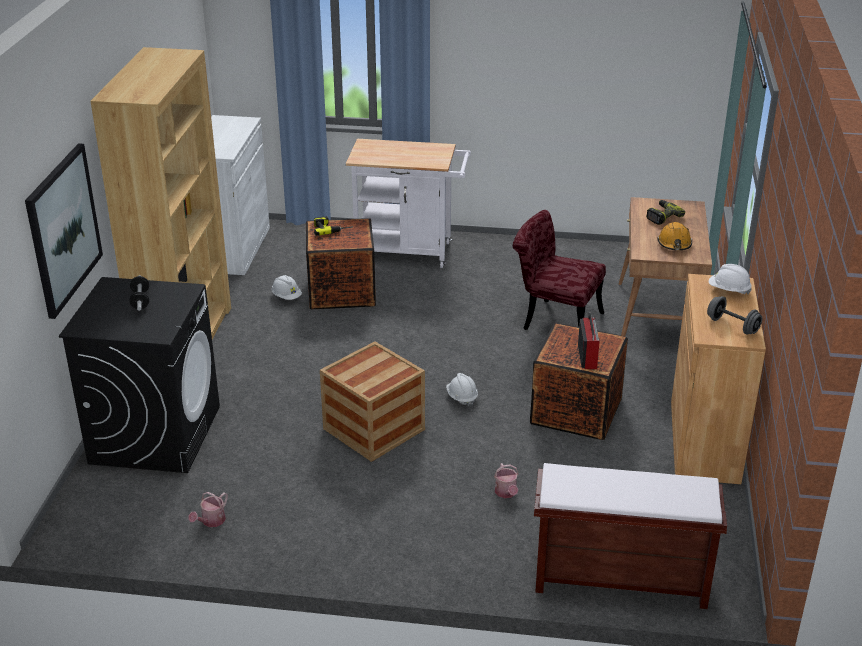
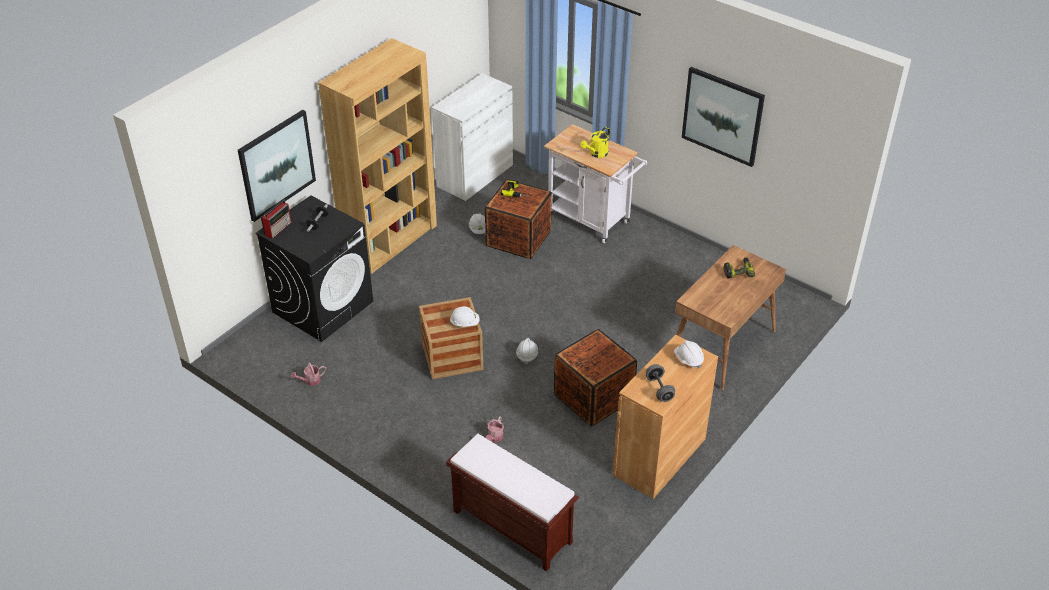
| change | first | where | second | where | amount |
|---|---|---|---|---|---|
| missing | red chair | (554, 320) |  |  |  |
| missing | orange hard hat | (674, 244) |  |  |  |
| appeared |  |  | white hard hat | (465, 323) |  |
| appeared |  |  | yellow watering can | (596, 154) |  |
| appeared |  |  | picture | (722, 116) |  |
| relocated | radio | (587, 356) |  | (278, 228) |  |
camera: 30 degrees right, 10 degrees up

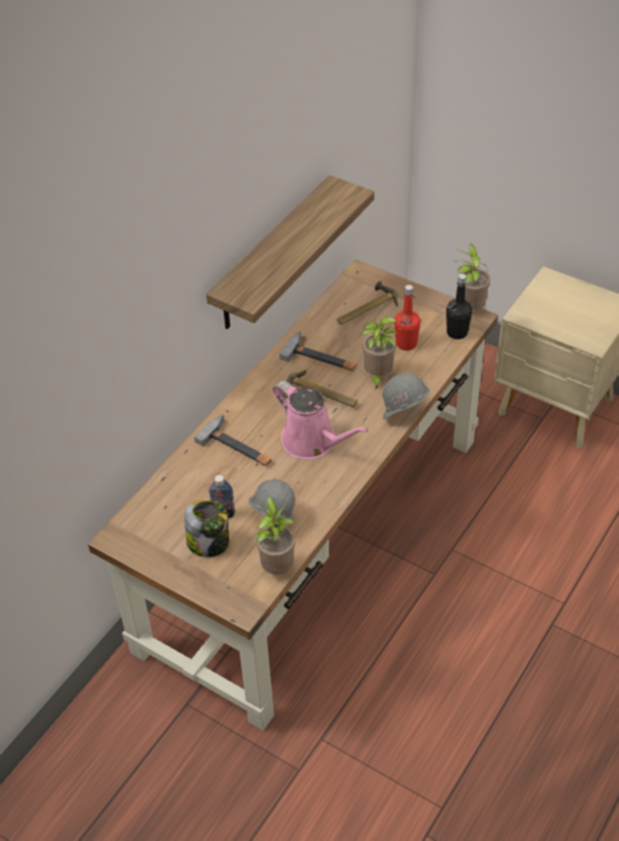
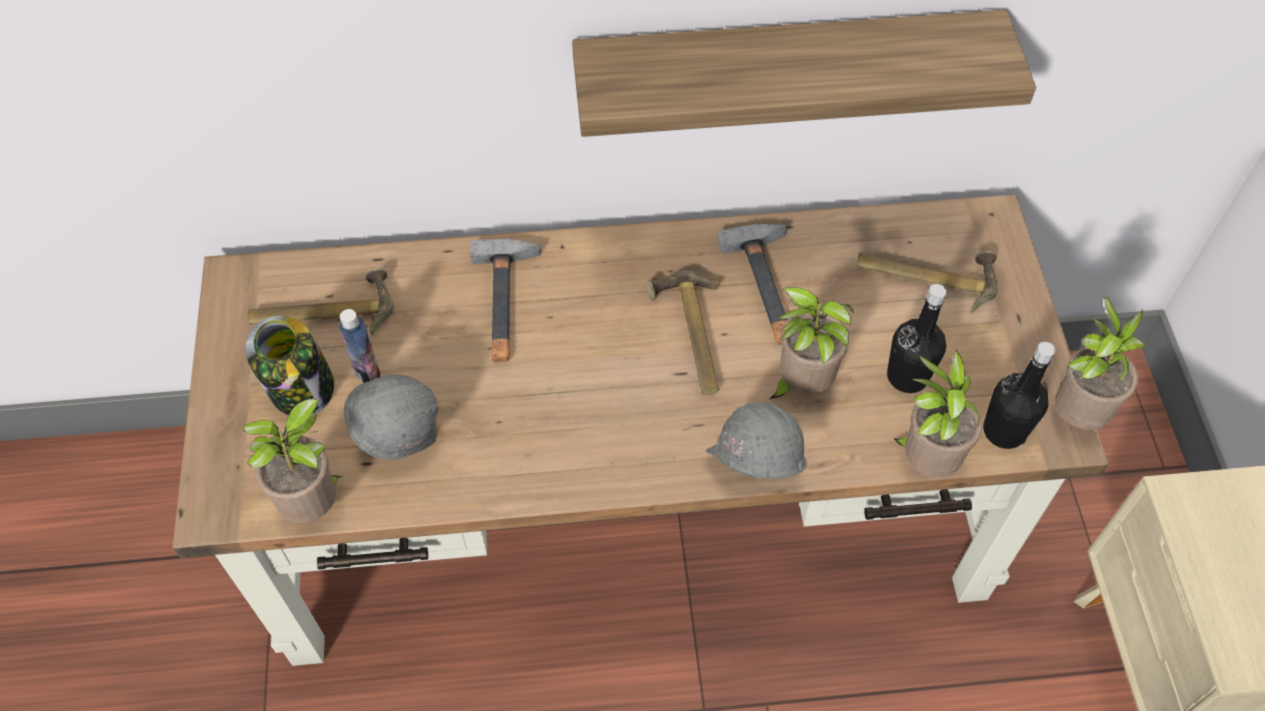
| change | first | where | second | where | amount |
|---|---|---|---|---|---|
| missing | pink watering can | (313, 441) |  |  |  |
| appeared |  |  | hammer | (323, 311) |  |
| appeared |  |  | potted plant | (925, 460) |  |
| colour | red bottle | (406, 343) | black bottle | (907, 376) |  |
camera: 50 degrees right, 10 degrees up

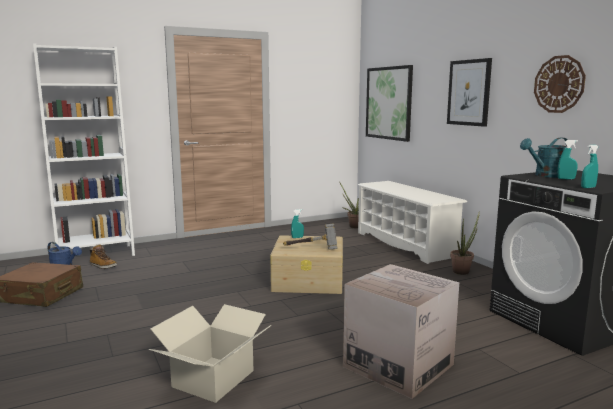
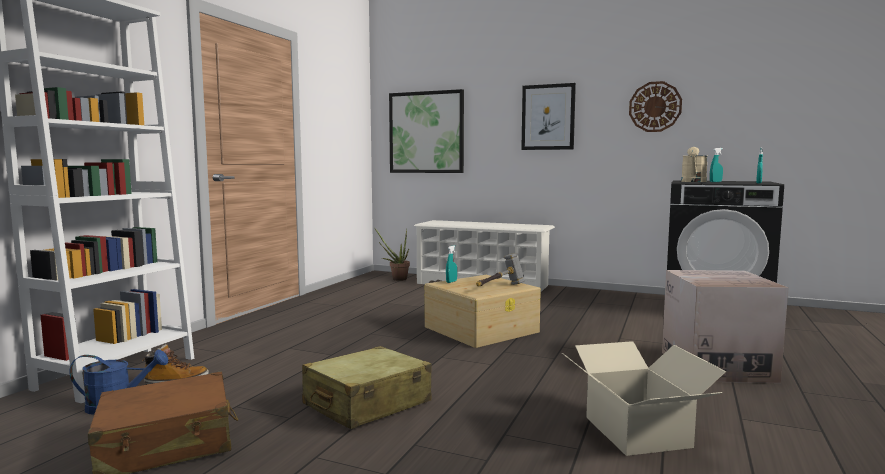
| change | first | where | second | where | amount |
|---|---|---|---|---|---|
| missing | potted plant | (462, 271) |  |  |  |
| appeared |  |  | beige suitcase | (367, 404) |  |
| colour | turquoise watering can | (545, 175) | beige watering can | (693, 181) |  |
camera: 40 degrees left, 5 degrees down

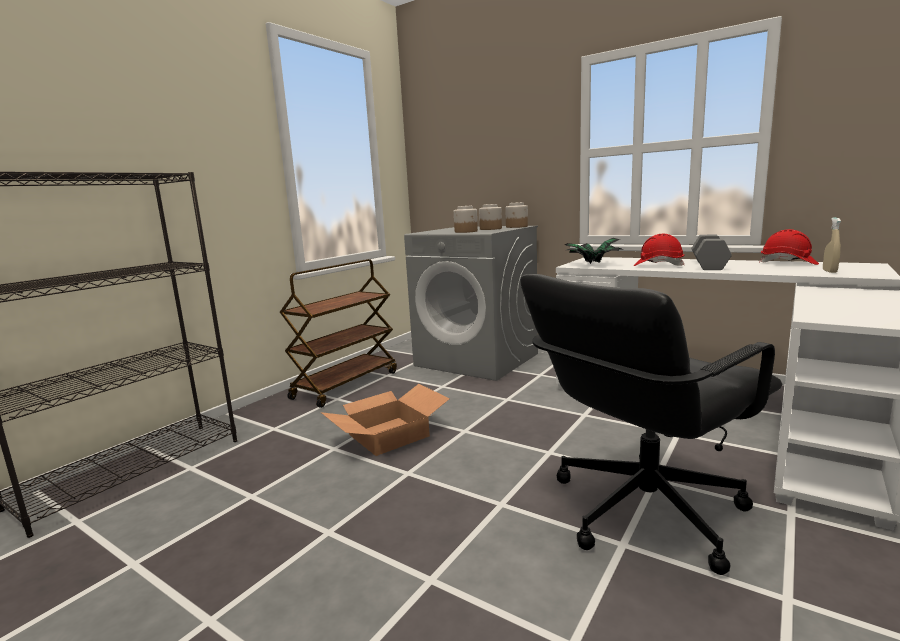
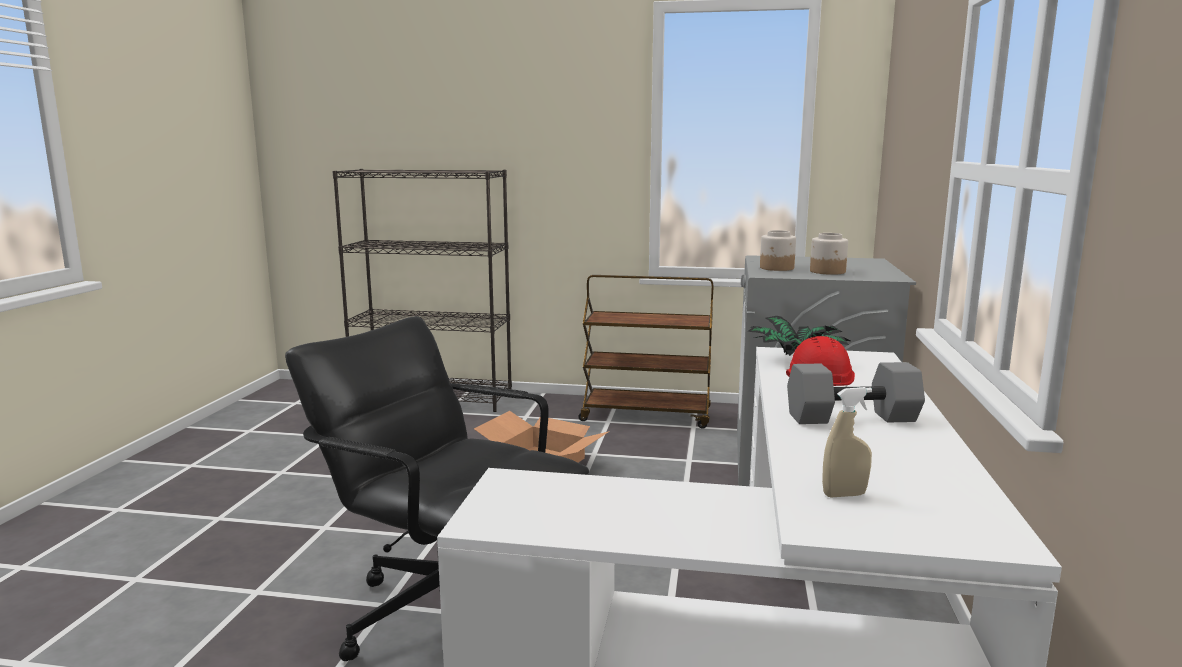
| change | first | where | second | where | amount |
|---|---|---|---|---|---|
| missing | jar | (517, 227) |  |  |  |
| missing | red hard hat | (788, 263) |  |  |  |
camera: 65 degrees right, 0 degrees up

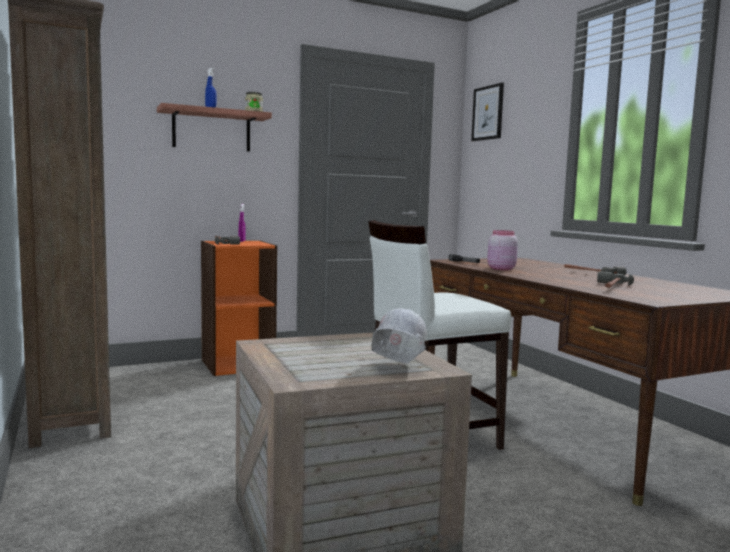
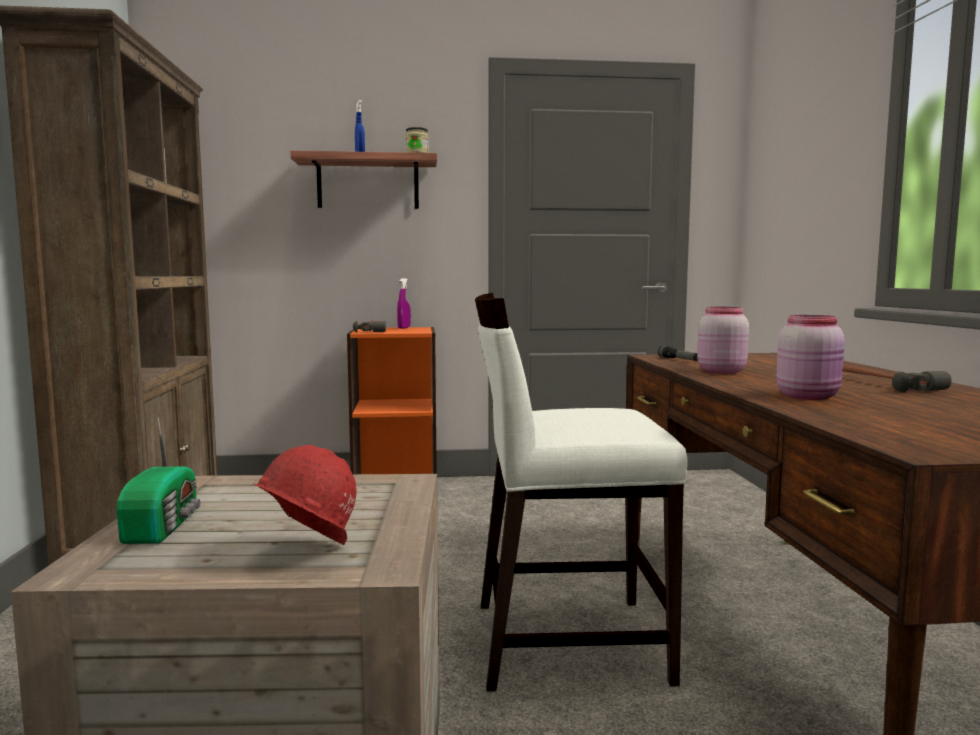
| change | first | where | second | where | amount |
|---|---|---|---|---|---|
| missing | picture | (488, 113) |  |  |  |
| missing | hammer | (610, 287) |  |  |  |
| appeared |  |  | radio | (165, 525) |  |
| appeared |  |  | pink jar | (809, 396) |  |
| colour | white hard hat | (396, 368) | red hard hat | (305, 555) |  |
camera: 20 degrees right, 0 degrees up

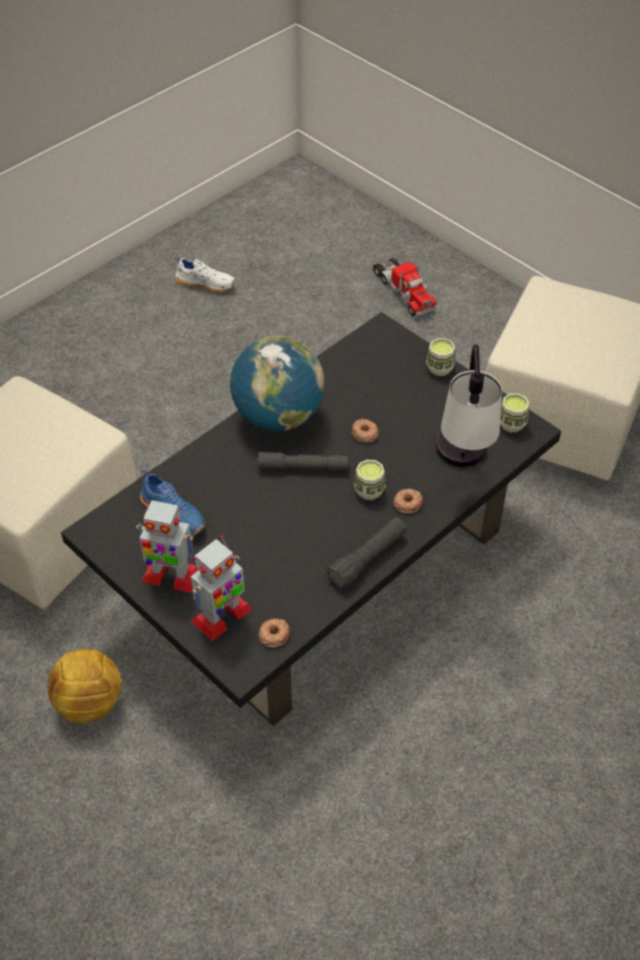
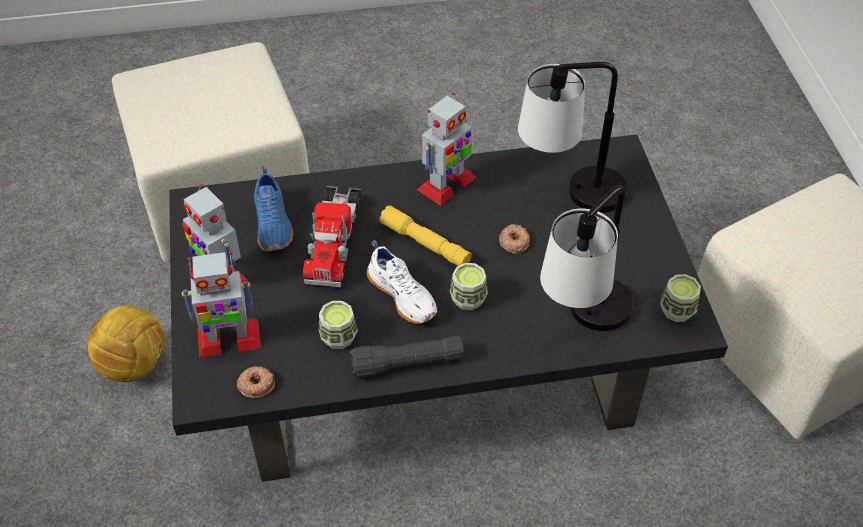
| change | first | where | second | where | amount |
|---|---|---|---|---|---|
| missing | donut | (407, 503) |  |  |  |
| appeared |  |  | table lamp | (570, 196) |  |
| relocated | white shoe | (206, 283) |  | (403, 295) |  |
| relocated | toy truck | (403, 291) |  | (333, 241) |  |
| relocated | cup | (439, 368) |  | (339, 337) |  |
| exchanged | globe | (278, 416) | toy robot | (446, 184) |  |
| colour | grey flashlight | (303, 467) | yellow flashlight | (425, 243) |  |
camera: 35 degrees right, 0 degrees up

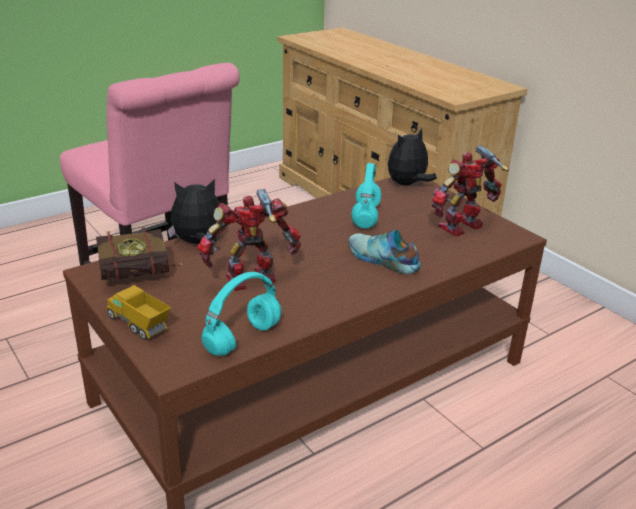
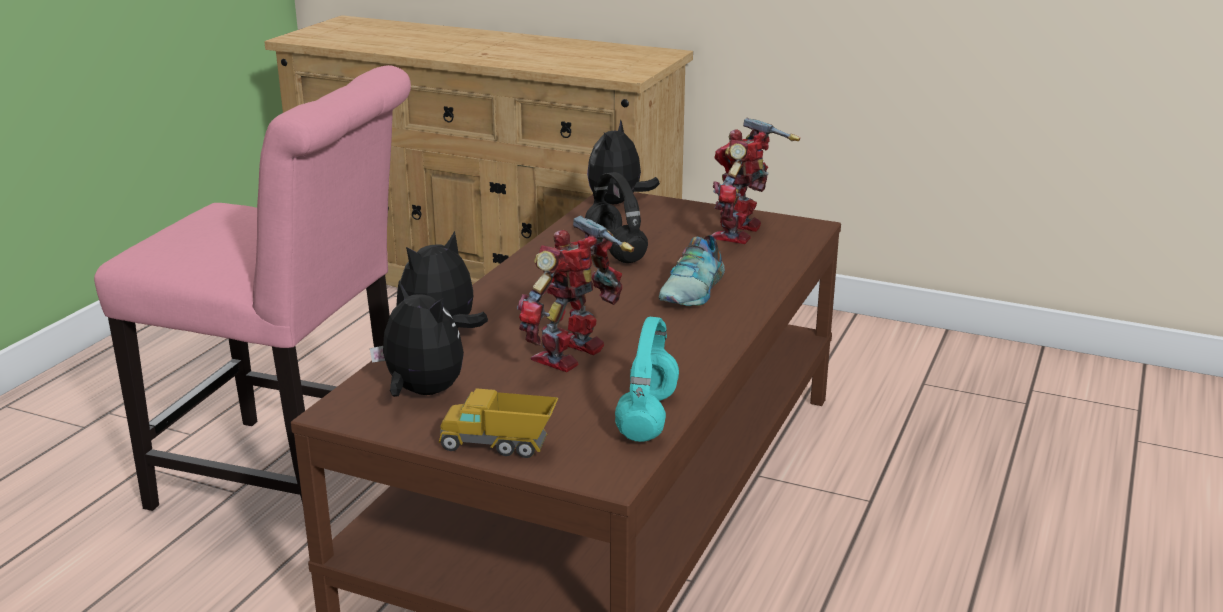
| change | first | where | second | where | amount |
|---|---|---|---|---|---|
| exchanged | book | (143, 276) | plush toy | (421, 392) |  |
| colour | turquoise headphones | (365, 216) | black headphones | (614, 250) |  |
| spun | shoe | (382, 259) |  | (695, 290) | 75 degrees counterclockwise |
camera: 30 degrees left, 5 degrees down

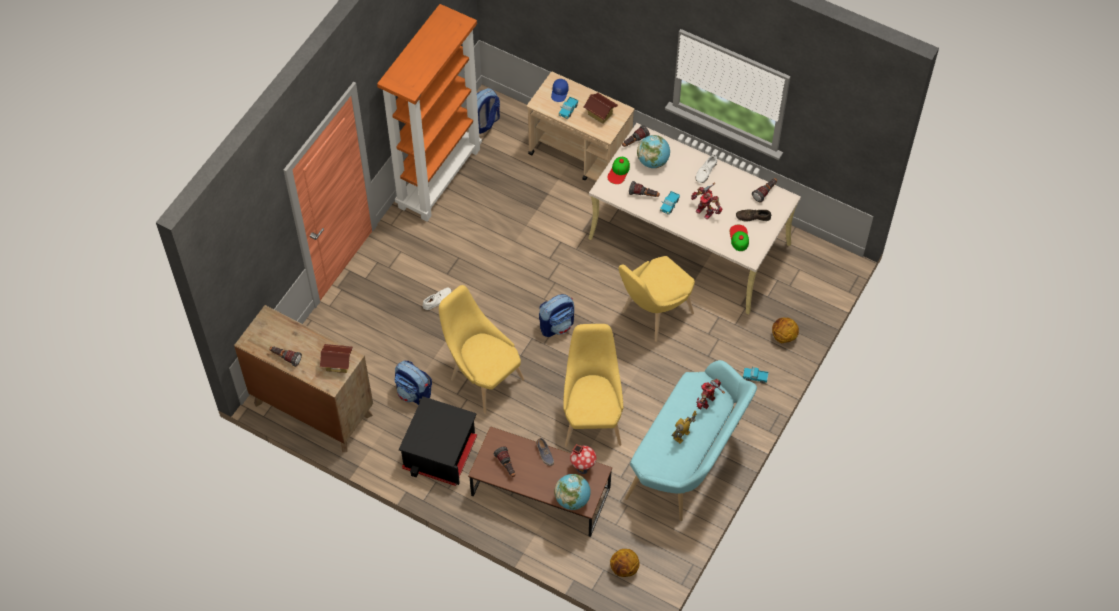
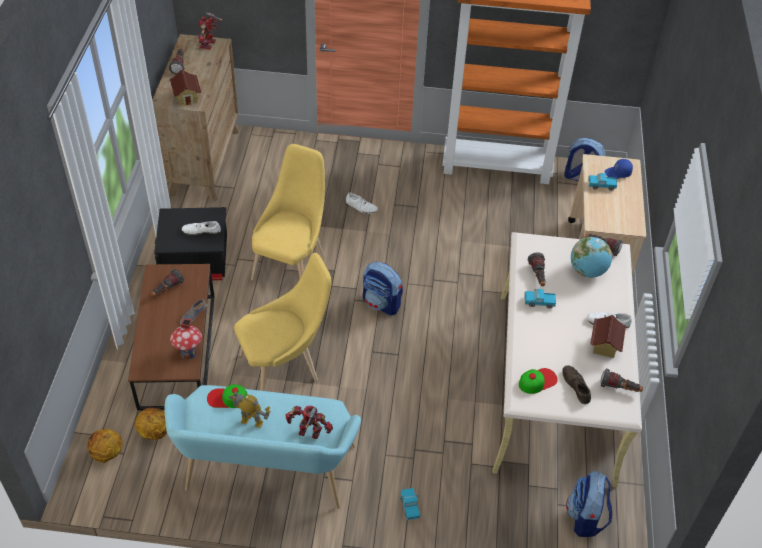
| change | first | where | second | where | amount |
|---|---|---|---|---|---|
| missing | globe | (572, 499) |  |  |  |
| missing | yellow chair | (653, 315) |  |  |  |
| appeared |  |  | white shoe | (201, 231) |  |
| relocated | backpack | (414, 393) |  | (585, 518) |  |
| relocated | toy house | (600, 114) |  | (604, 346) |  |
| relocated | cap | (619, 172) |  | (227, 398) |  |
| relocated | toy robot | (705, 211) |  | (209, 44) |  |
| relocated | basketball | (783, 337) |  | (154, 432) |  |
camera: 65 degrees right, 10 degrees down

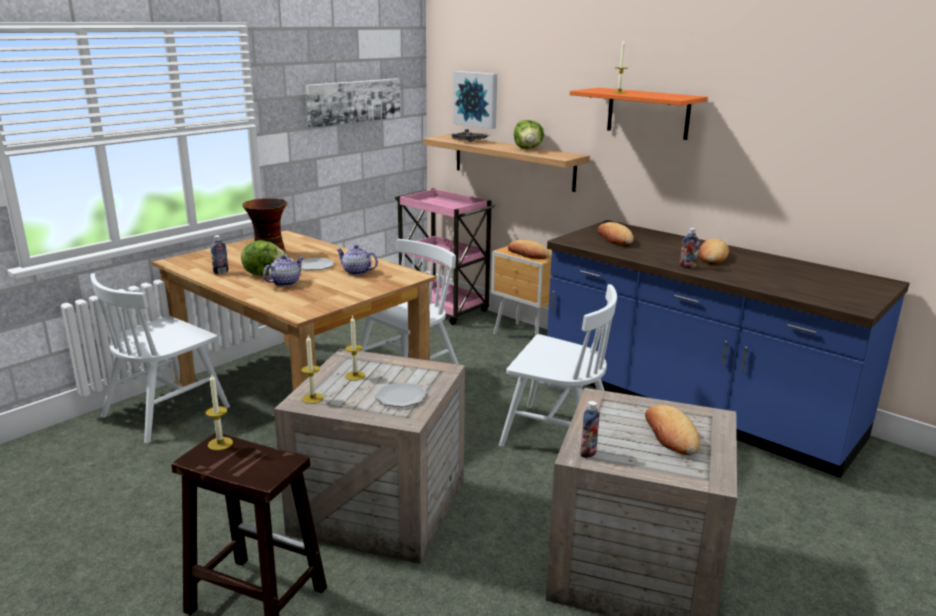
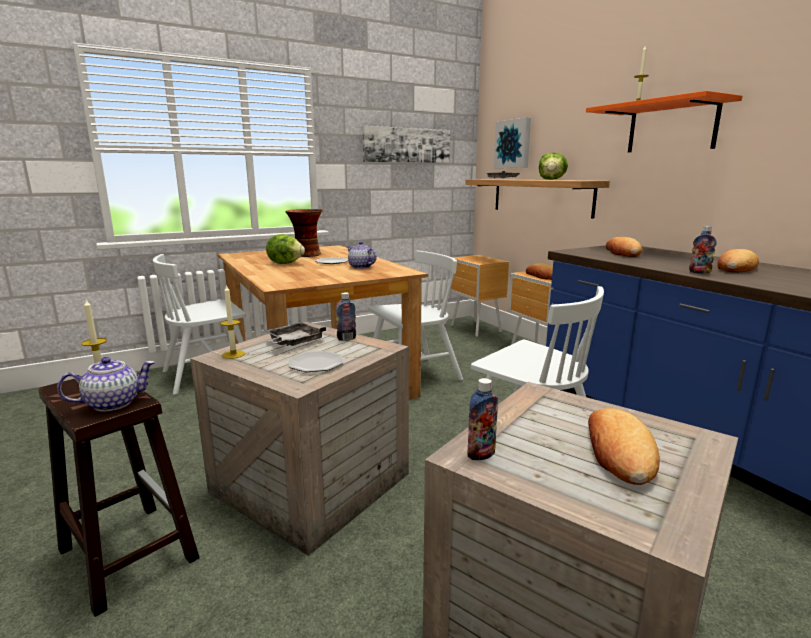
| change | first | where | second | where | amount |
|---|---|---|---|---|---|
| relocated | bottle | (221, 272) |  | (346, 338) |  |
| relocated | teapot | (285, 283) |  | (114, 403) |  |
| exchanged | candle | (355, 376) | grey tray | (293, 342) |  |
| exchanged | pink cart | (444, 309) | brown nightstand | (476, 329) |  |
camera: 20 degrees right, 5 degrees down

